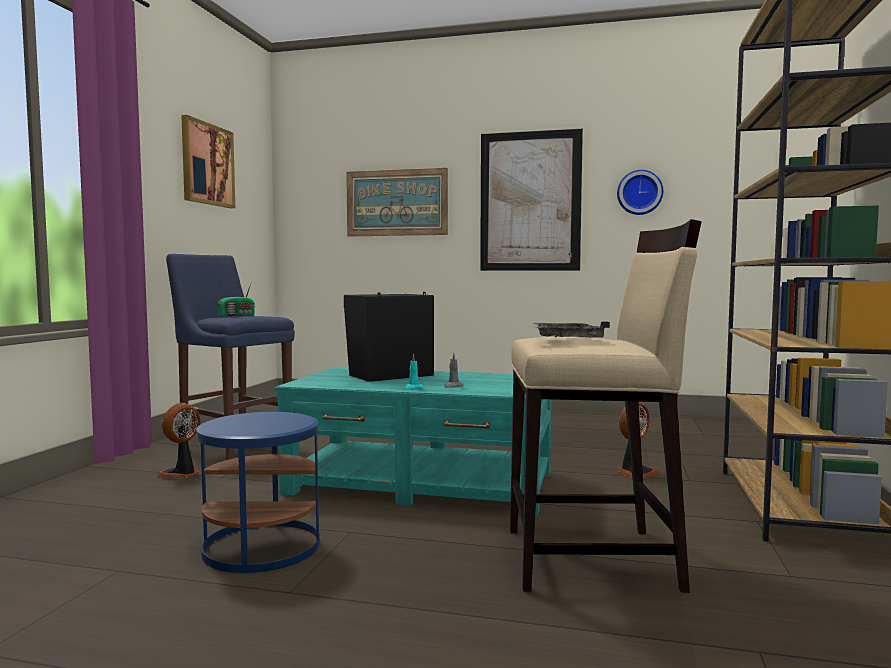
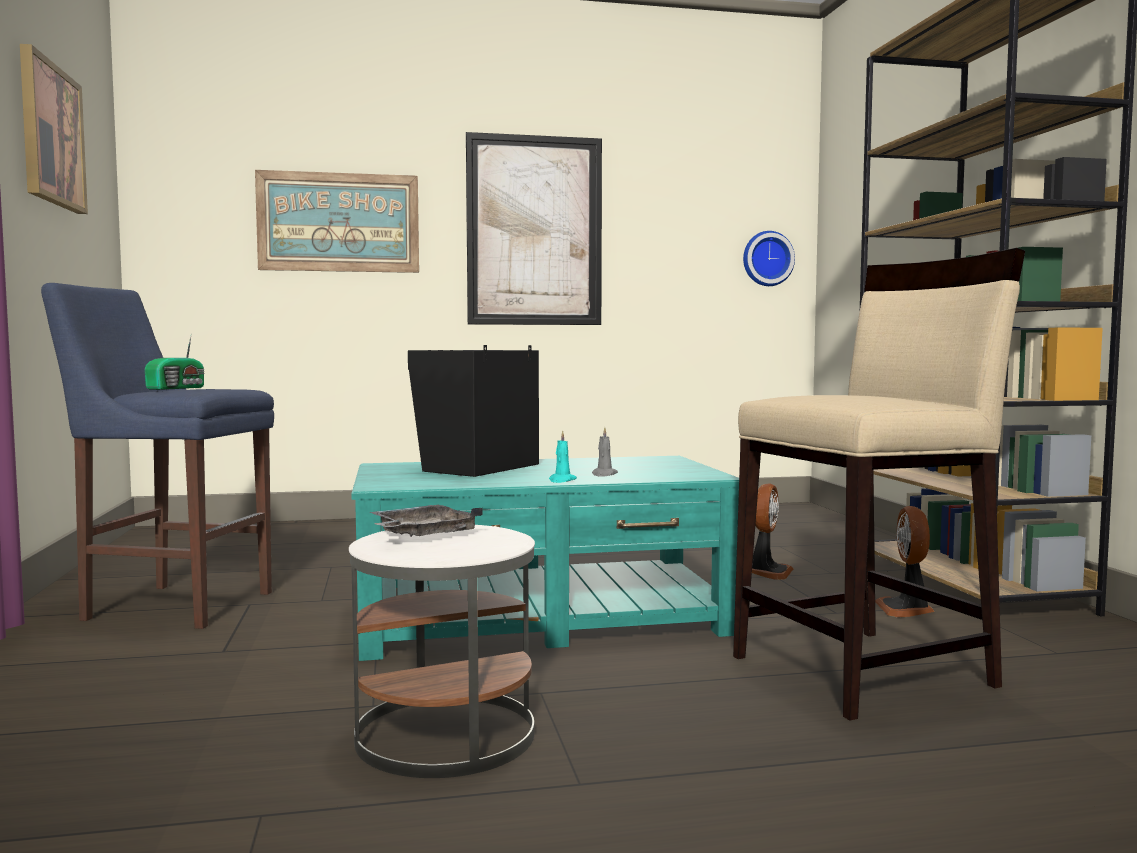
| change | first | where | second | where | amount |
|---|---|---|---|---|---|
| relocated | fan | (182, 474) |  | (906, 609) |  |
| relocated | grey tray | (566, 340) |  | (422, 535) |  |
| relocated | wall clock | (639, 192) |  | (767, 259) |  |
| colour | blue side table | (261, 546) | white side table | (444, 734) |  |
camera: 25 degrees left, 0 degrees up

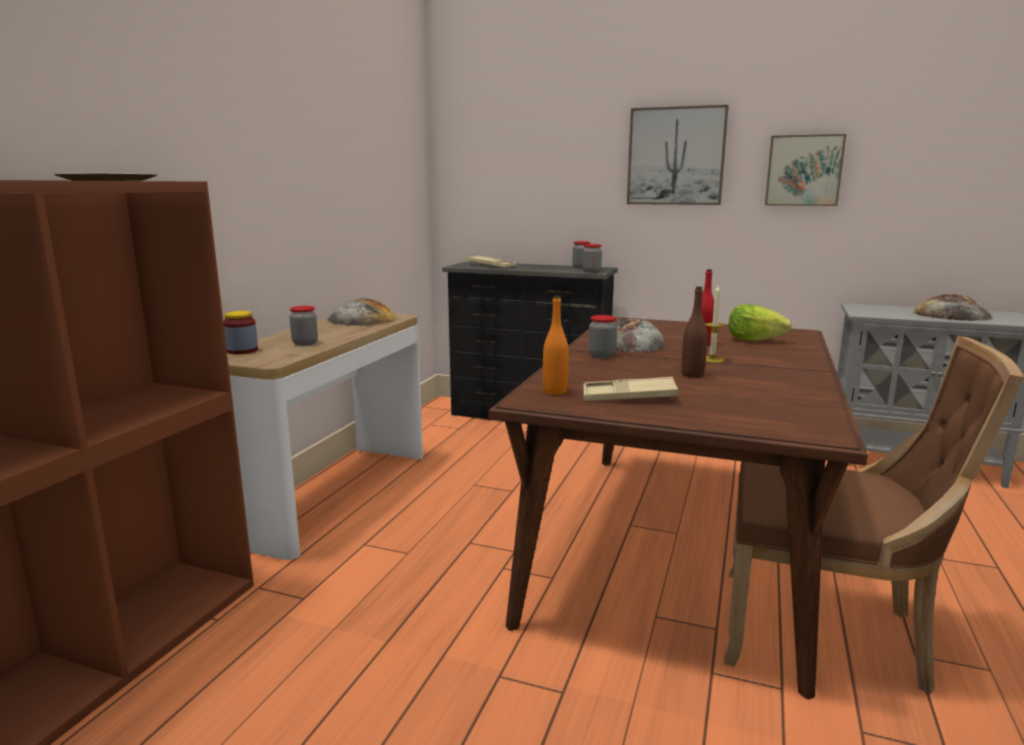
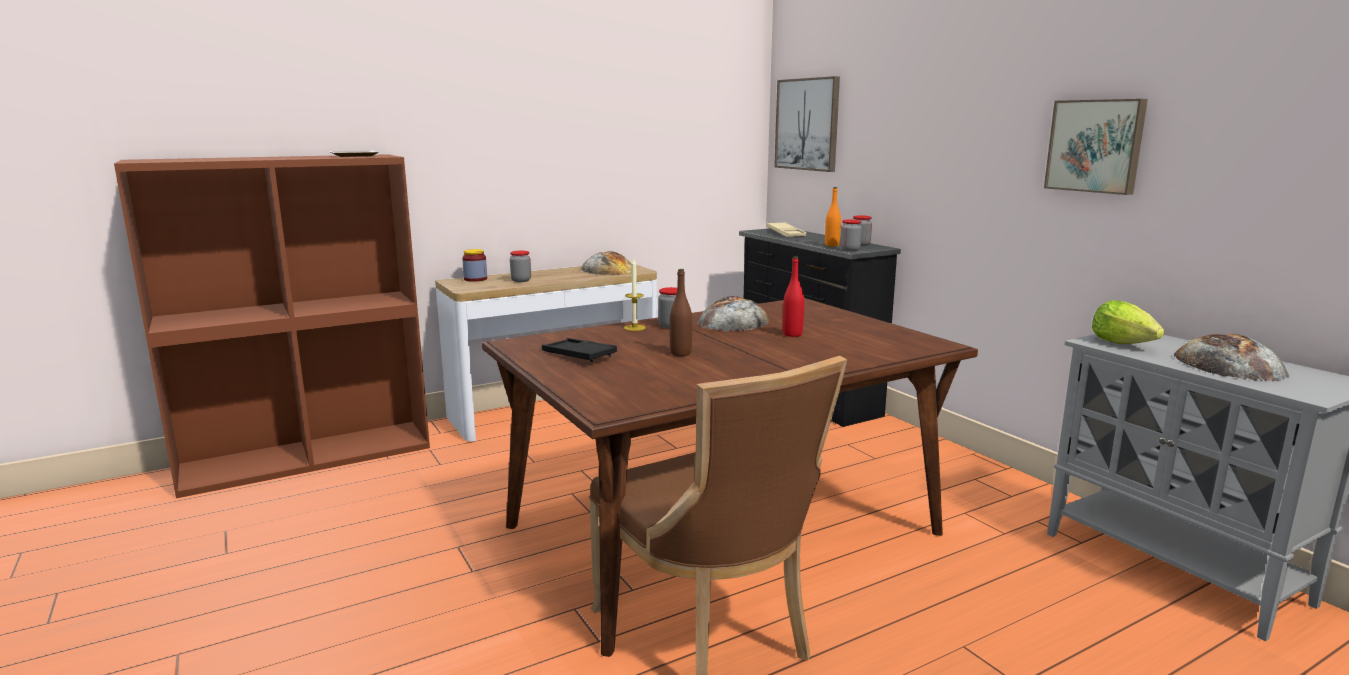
| change | first | where | second | where | amount |
|---|---|---|---|---|---|
| relocated | orange bottle | (555, 391) |  | (832, 245) |  |
| relocated | picture | (676, 156) |  | (807, 124) |  |
| relocated | candle | (712, 359) |  | (634, 328) |  |
| relocated | lettuce | (754, 340) |  | (1122, 343) |  |
| colour | beige tray | (628, 397) | black tray | (578, 355) |  |
camera: 40 degrees right, 0 degrees up

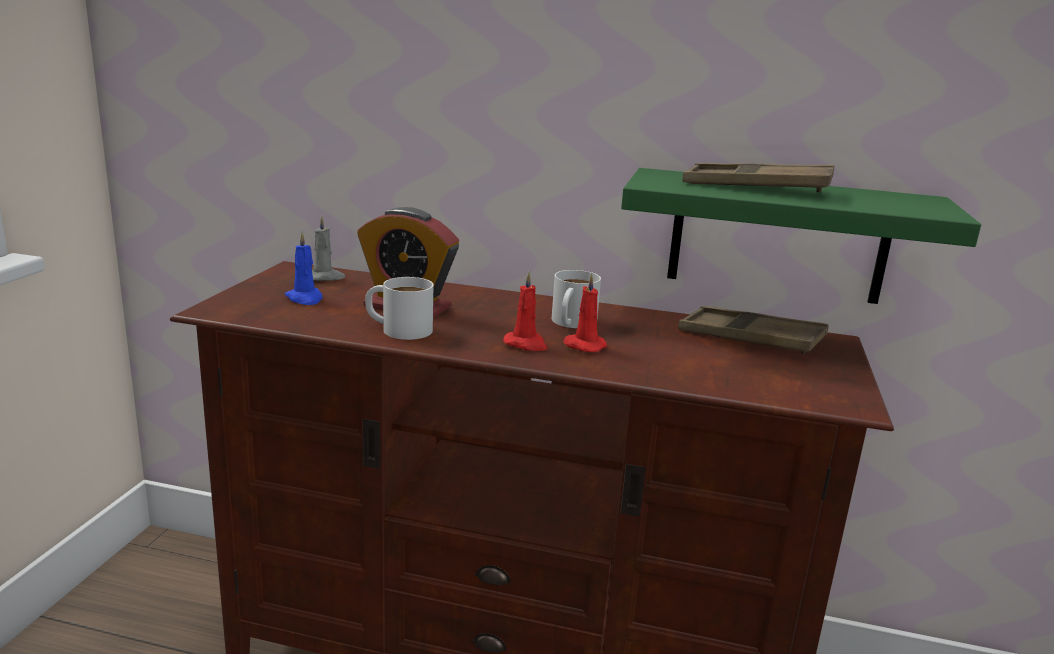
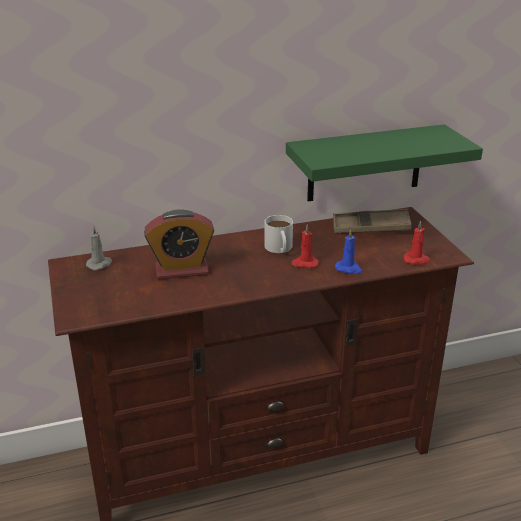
| change | first | where | second | where | amount |
|---|---|---|---|---|---|
| missing | white mug | (398, 329) |  |  |  |
| missing | brown tray | (756, 187) |  |  |  |
| relocated | blue candle | (305, 299) |  | (349, 269) |  |
| relocated | red candle | (526, 344) |  | (416, 260) |  |
camera: 30 degrees left, 10 degrees up

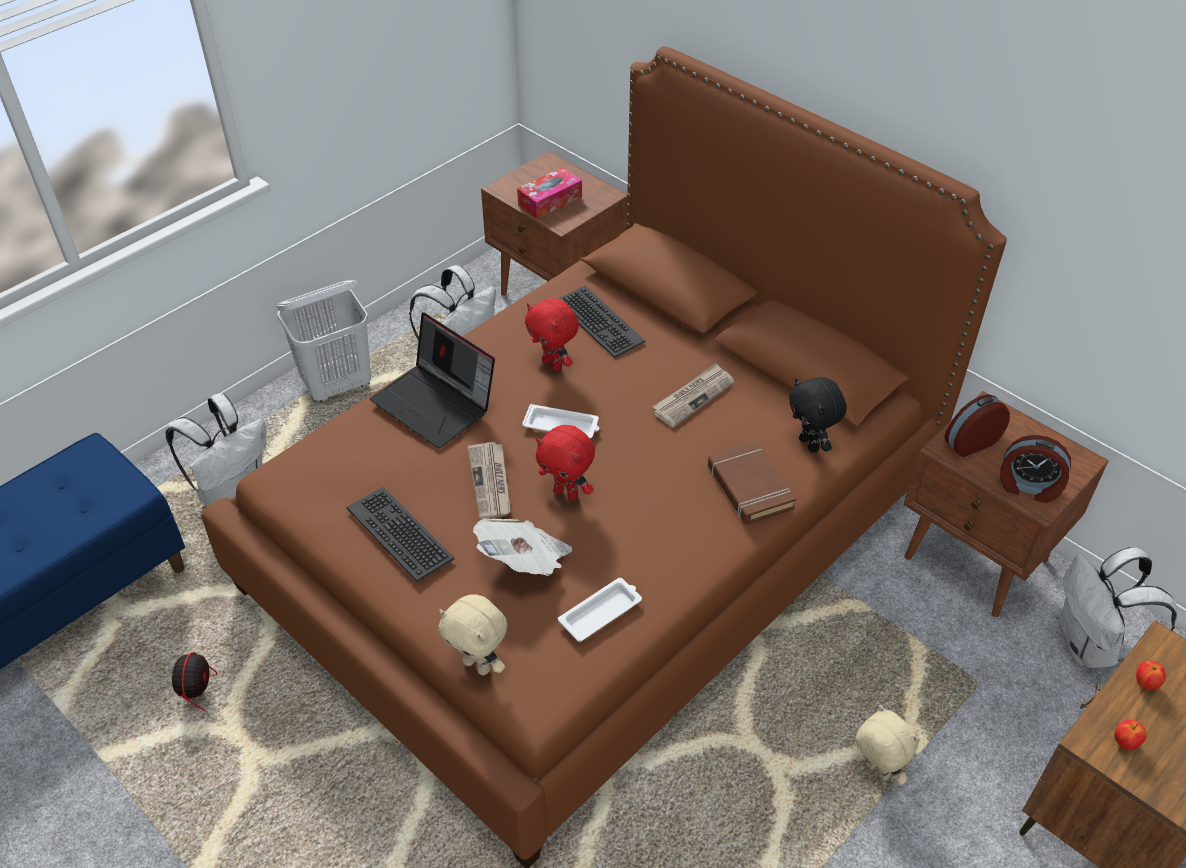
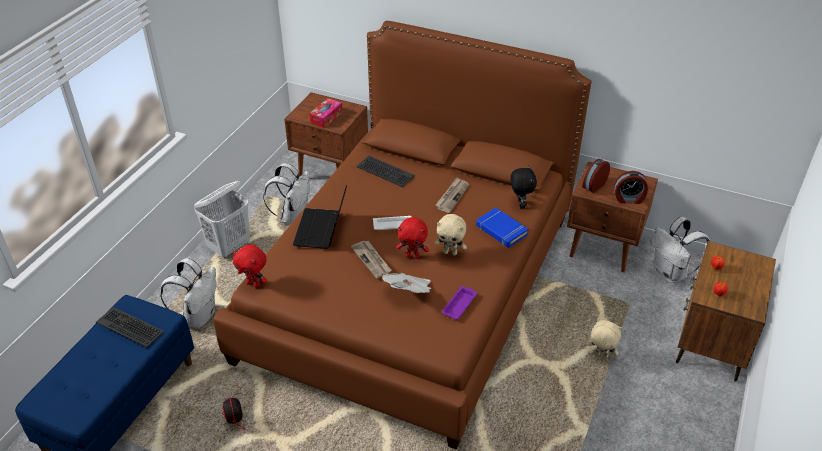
| change | first | where | second | where | amount |
|---|---|---|---|---|---|
| relocated | keyboard | (400, 533) |  | (130, 327) |  |
| relocated | beige plush toy | (478, 665) |  | (450, 252) |  |
| relocated | red plush toy | (553, 364) |  | (254, 284) |  |
| colour | white tray | (601, 612) | purple tray | (459, 304) |  |
| colour | brown book | (749, 487) | blue book | (501, 230) |  |
| spun | laptop | (436, 404) |  | (322, 230) | 75 degrees clockwise |
| spun | black plush toy | (810, 444) |  | (520, 204) | 135 degrees counterclockwise |
camera: 20 degrees left, 5 degrees down

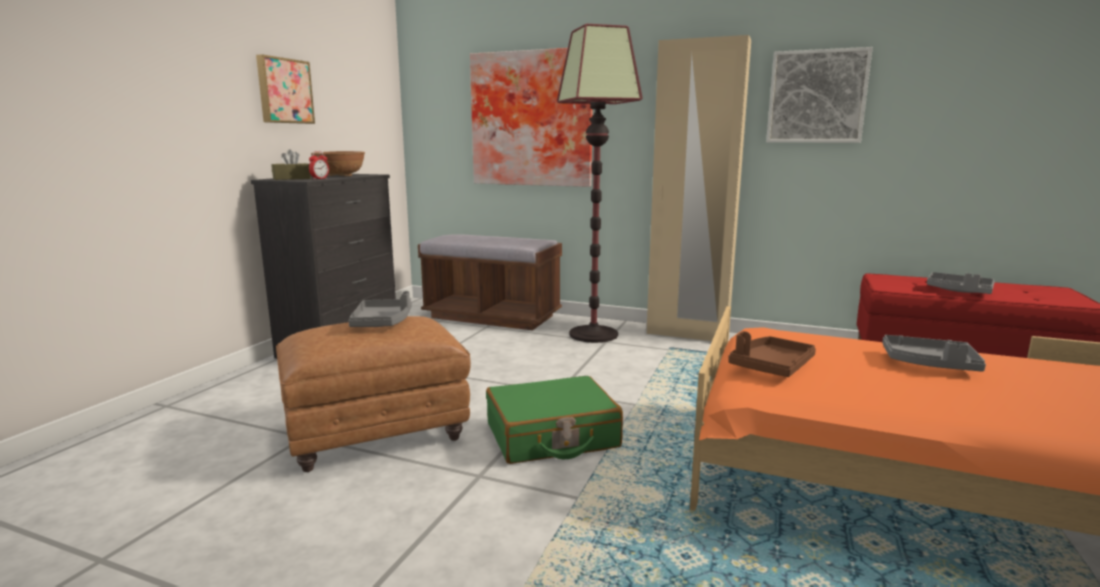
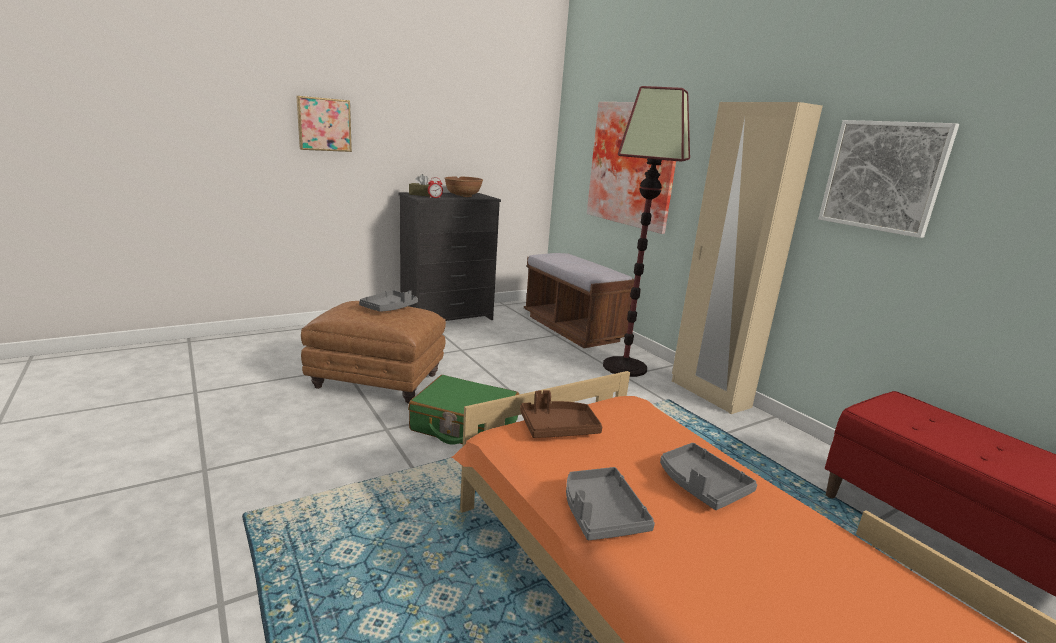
| change | first | where | second | where | amount |
|---|---|---|---|---|---|
| relocated | picture | (284, 91) |  | (324, 124) |  |
| relocated | grey tray | (959, 291) |  | (601, 513) |  |
camera: 35 degrees right, 5 degrees up

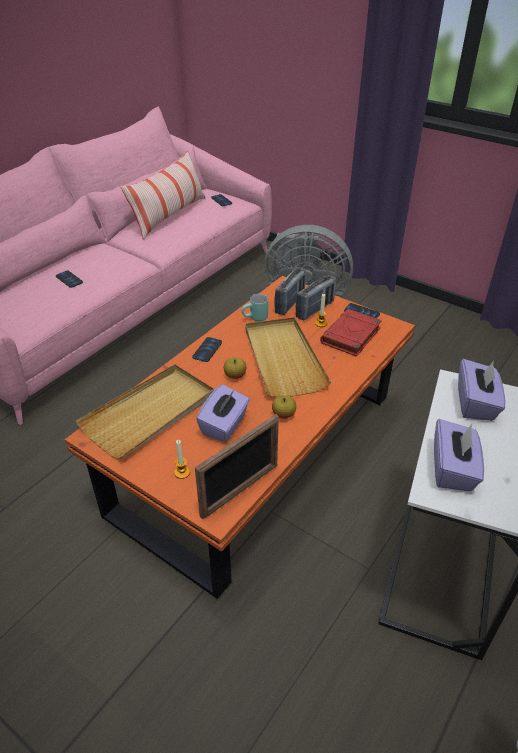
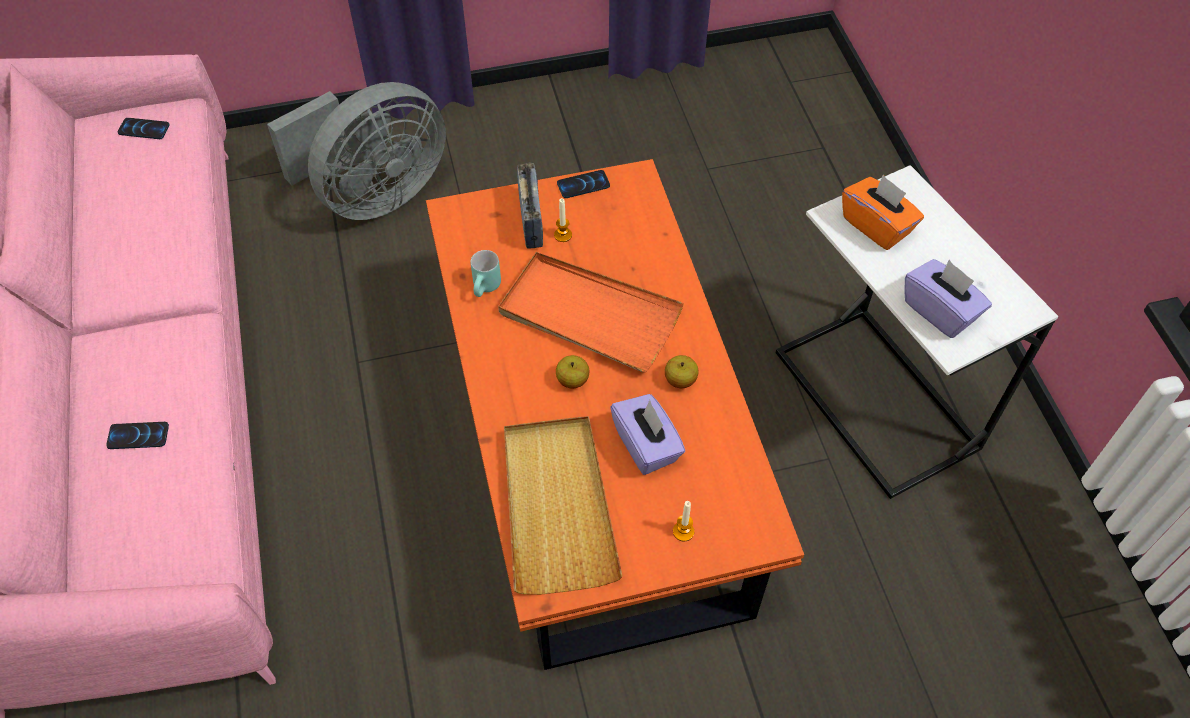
| change | first | where | second | where | amount |
|---|---|---|---|---|---|
| missing | pillow | (169, 216) |  |  |  |
| missing | phone | (207, 350) |  |  |  |
| missing | picture frame | (240, 490) |  |  |  |
| missing | radio | (290, 303) |  |  |  |
| missing | red book | (350, 336) |  |  |  |
| colour | beige tray | (283, 359) | orange tray | (589, 315) |  |
| colour | purple tissue box | (476, 403) | orange tissue box | (877, 226) |  |
camera: 50 degrees left, 15 degrees up

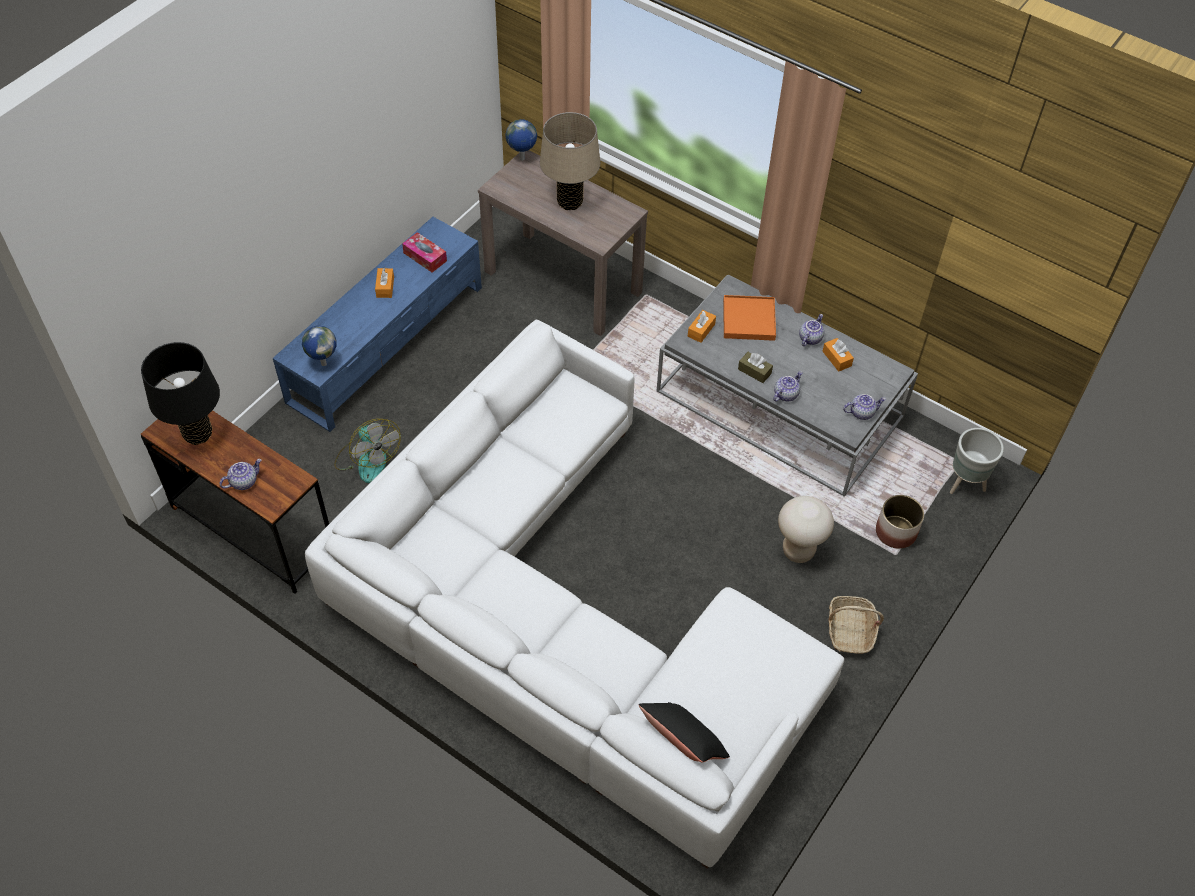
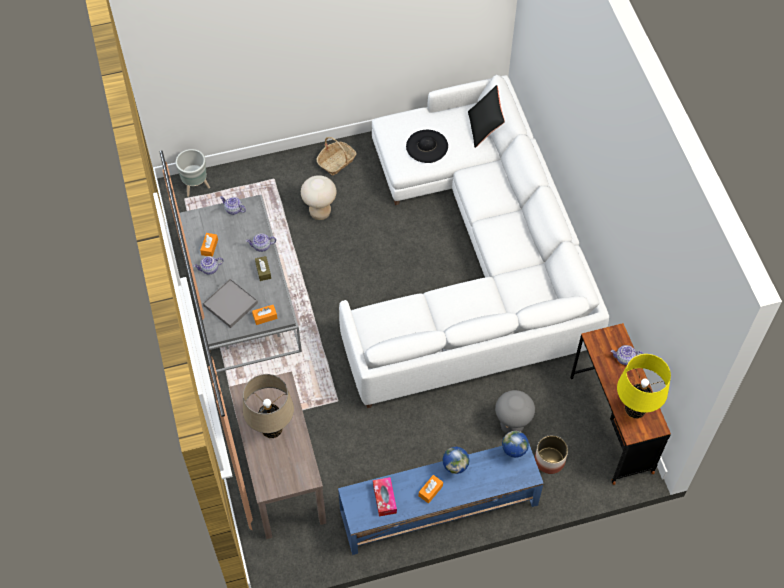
| change | first | where | second | where | amount |
|---|---|---|---|---|---|
| appeared |  |  | black hat | (427, 146) |  |
| relocated | globe | (522, 159) |  | (455, 470) |  |
| relocated | planter | (896, 532) |  | (549, 460) |  |
| exchanged | fan | (367, 459) | grey stool | (512, 426) |  |
| colour | black table lamp | (198, 434) | yellow table lamp | (635, 409) |  |
| colour | orange tray | (748, 320) | grey tray | (230, 304) |  |
camera: 140 degrees left, 5 degrees up

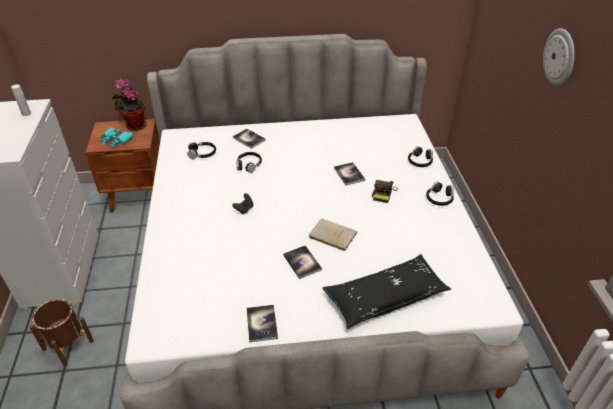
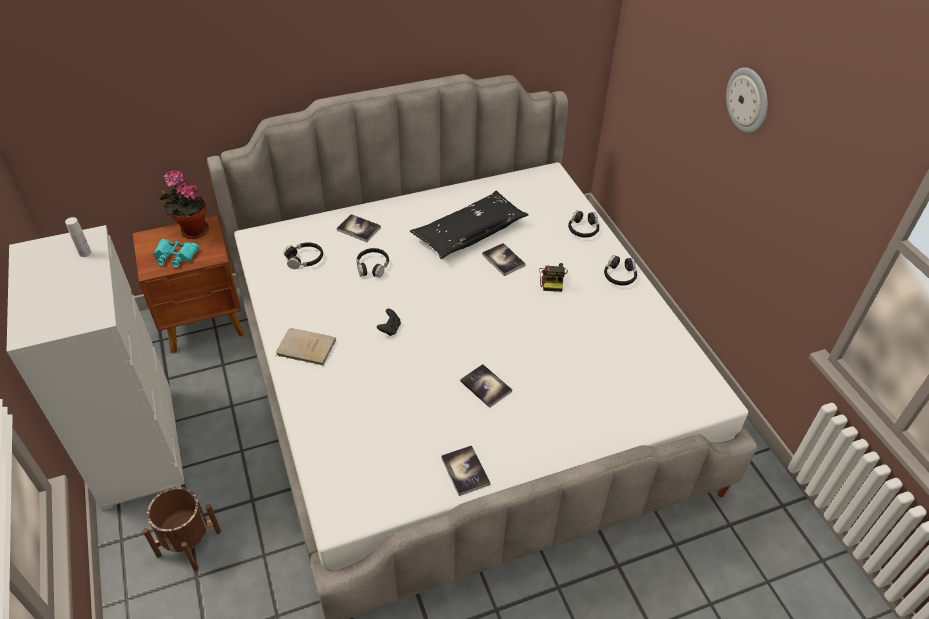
| change | first | where | second | where | amount |
|---|---|---|---|---|---|
| relocated | beige book | (331, 235) |  | (304, 347) |  |
| relocated | black pillow | (385, 297) |  | (469, 233) |  |
camera: 15 degrees left, 5 degrees up

